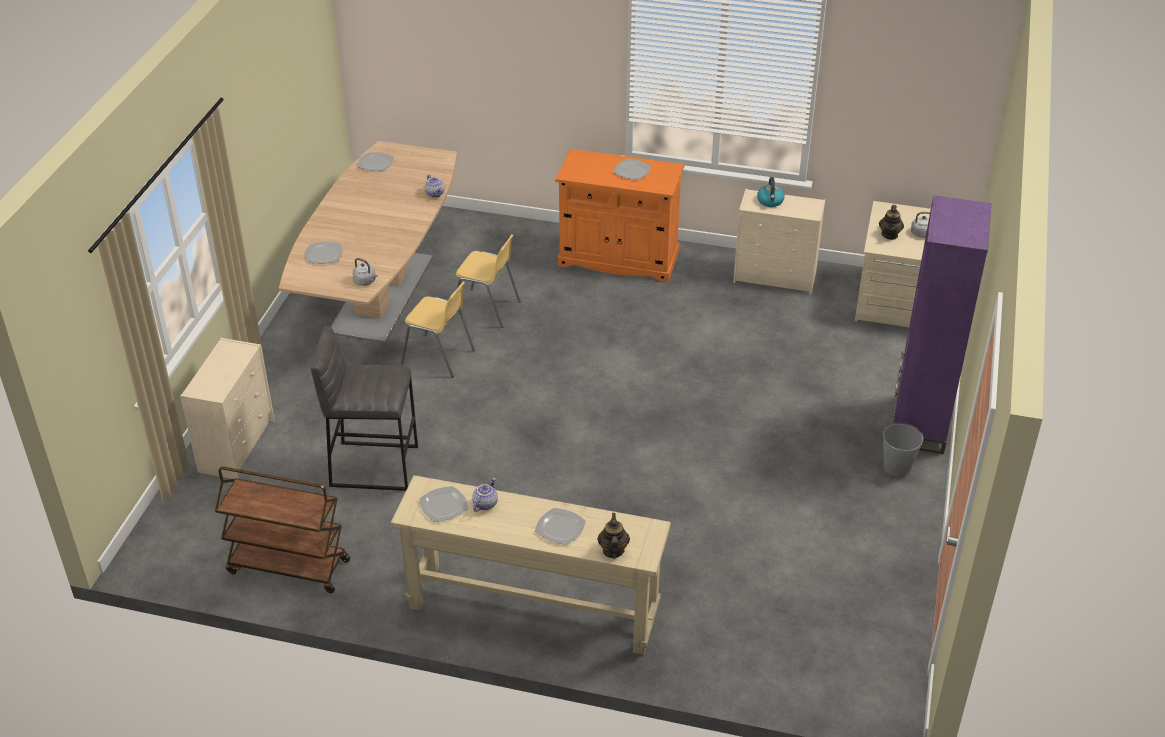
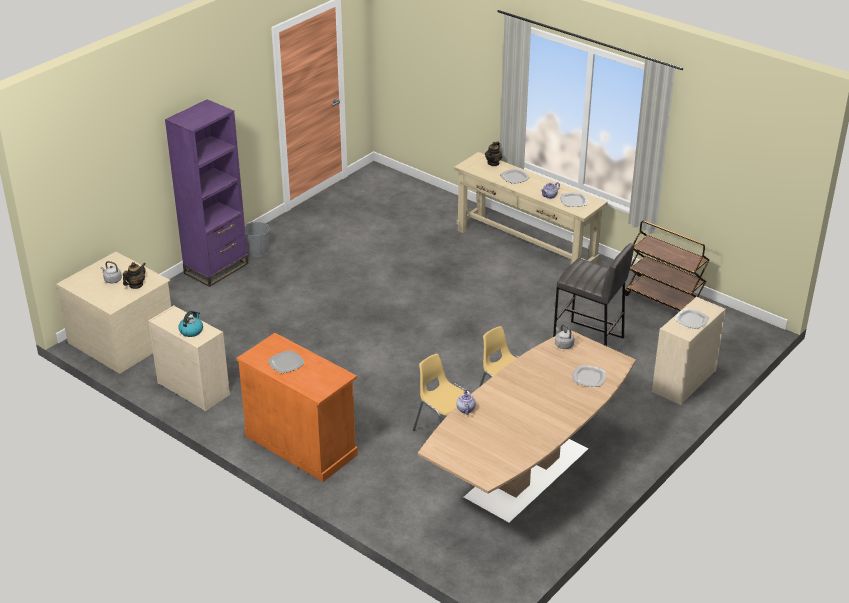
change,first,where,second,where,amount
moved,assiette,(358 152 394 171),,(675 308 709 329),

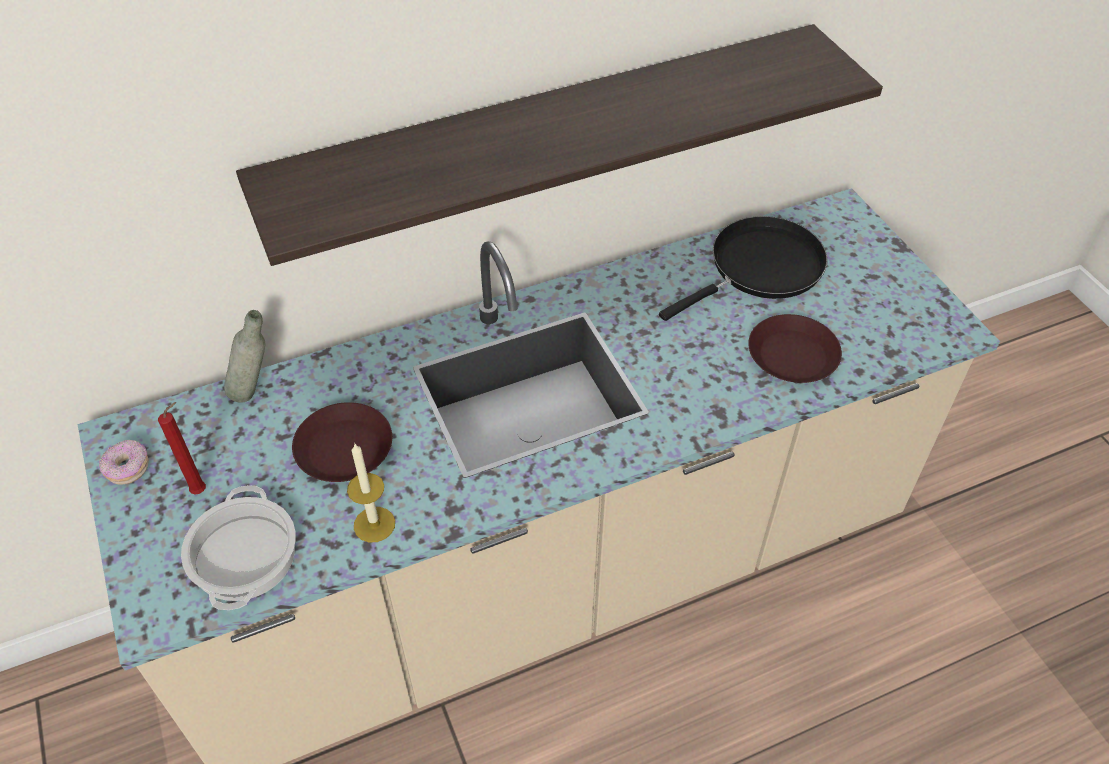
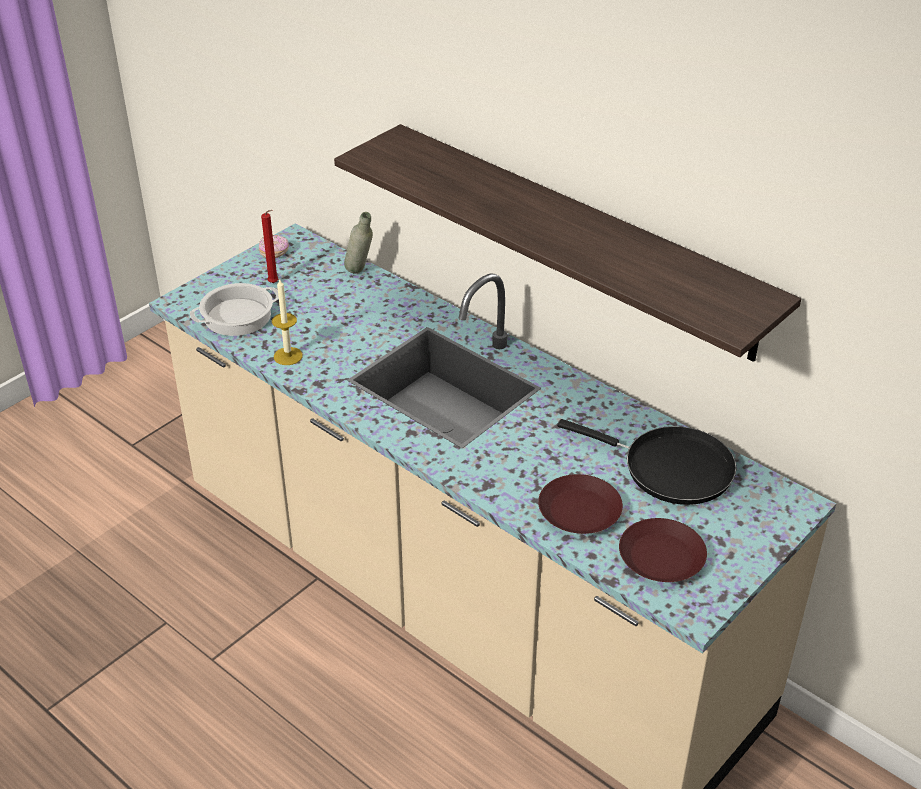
change,first,where,second,where,amount
moved,assiette (marron),(292 402 392 482),,(619 518 707 582),

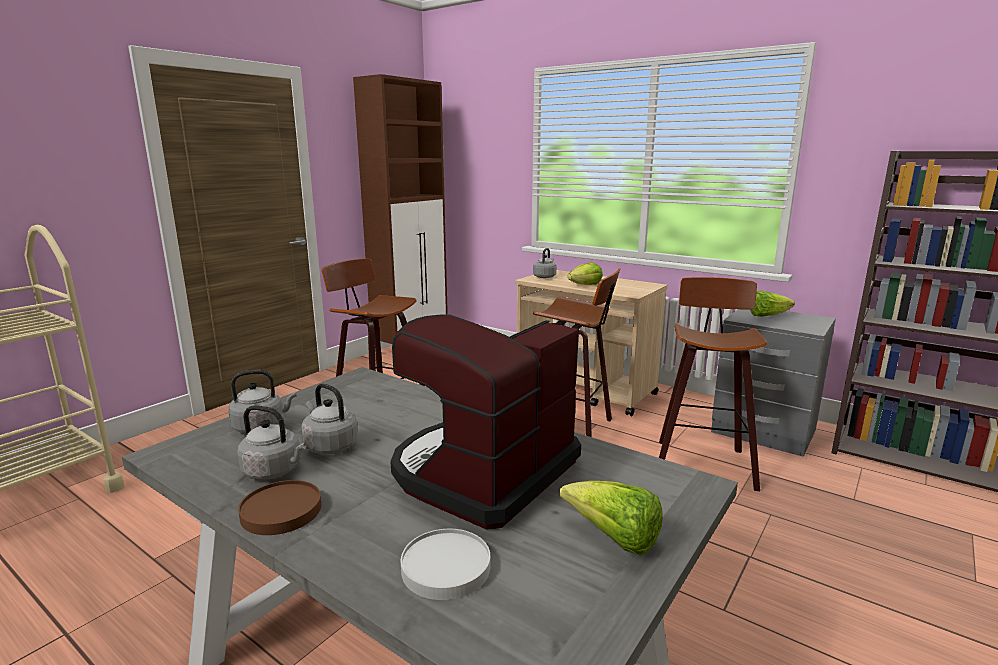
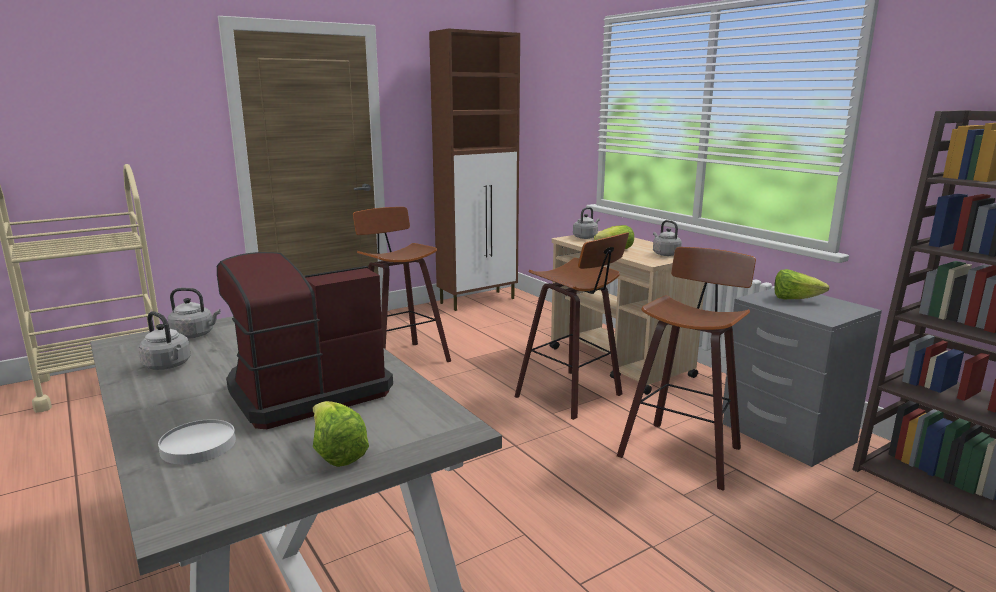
change,first,where,second,where,amount
removed,assiette (marron),(238 480 321 535),,,
moved,bouilloire (gris),(301 383 358 455),,(653 220 682 256),

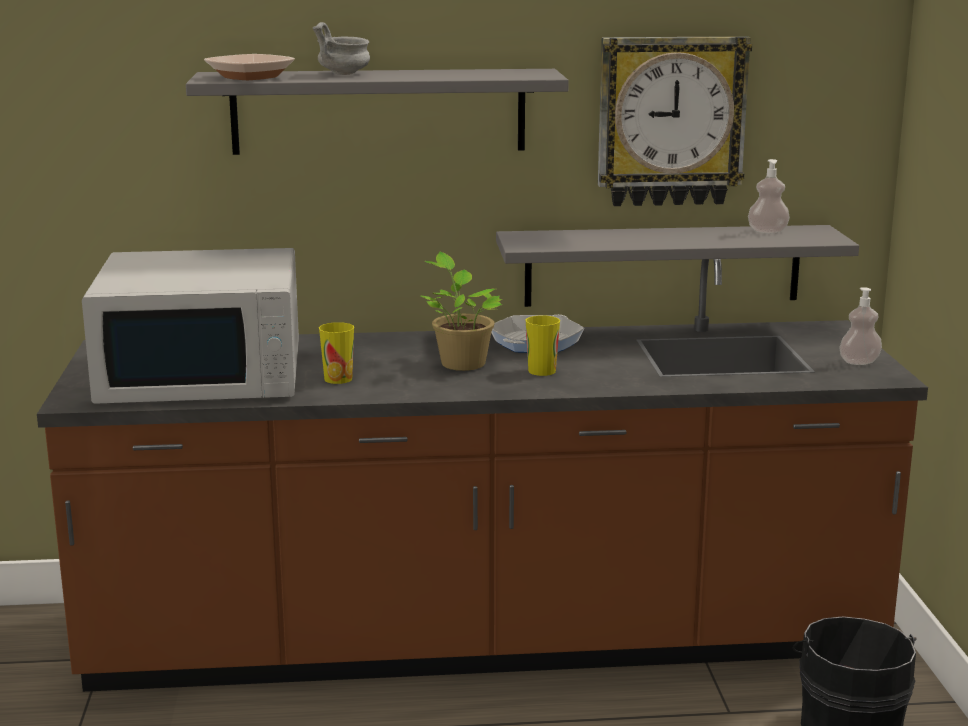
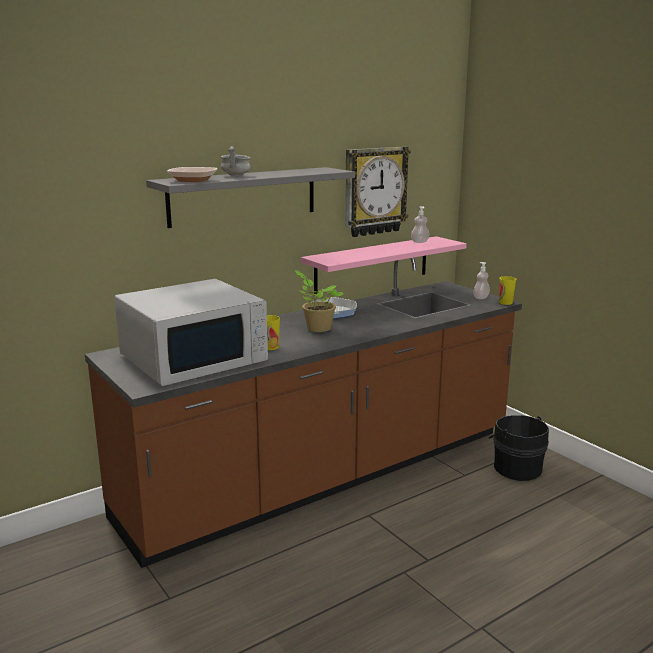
change,first,where,second,where,amount
recoloured,étagère (gris),(496 225 859 307),étagère (rose),(301 236 467 295),
moved,tasse,(525 315 560 376),,(499 276 516 305),

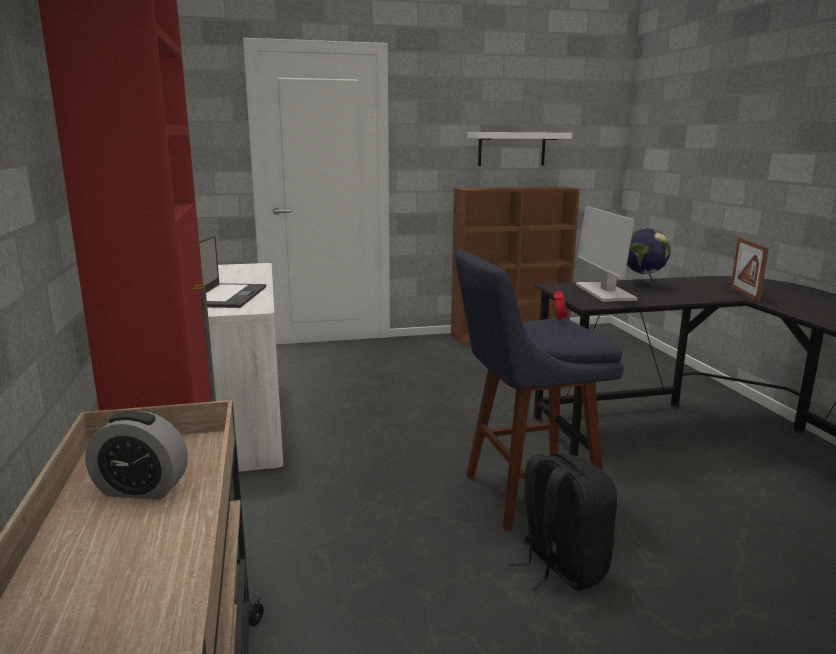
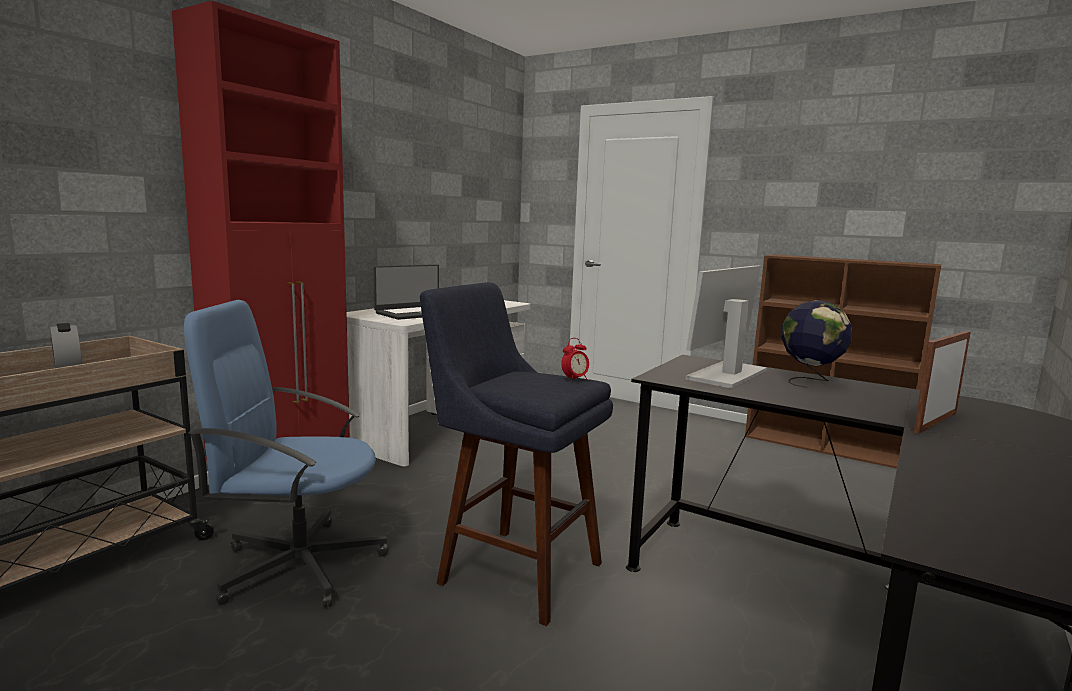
change,first,where,second,where,amount
removed,étagère (blanc),(467 132 572 166),,,
removed,sac à dos (noir),(509 452 617 591),,,
added,,,chaise de bureau (bleu),(184 300 388 608),

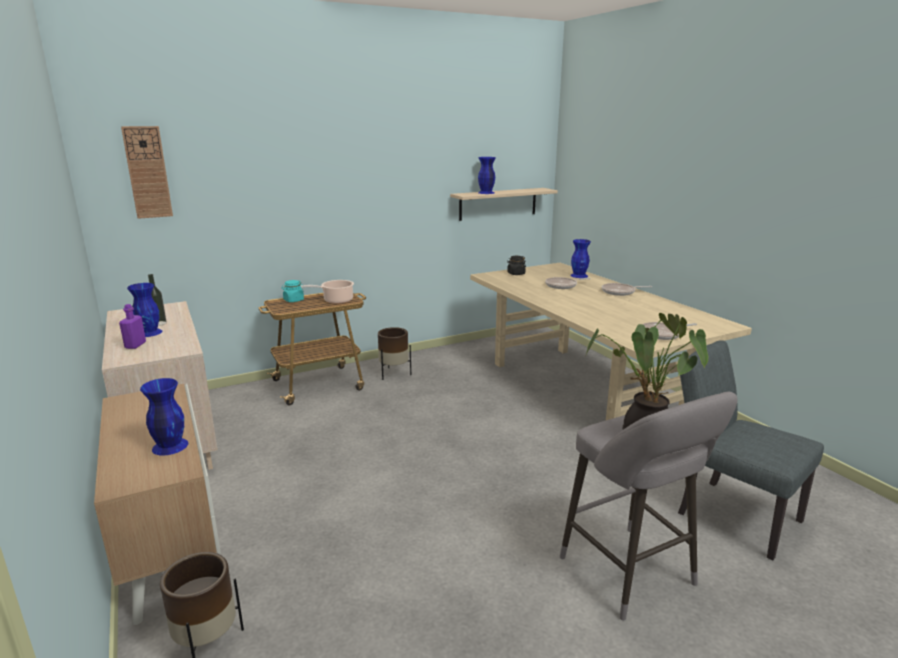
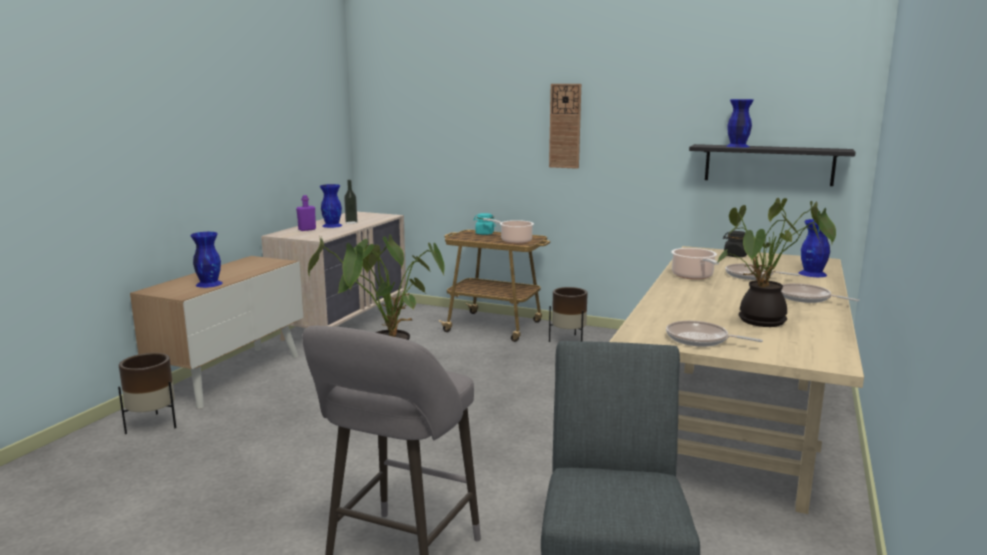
change,first,where,second,where,amount
moved,horloge murale,(121 126 173 219),,(549 84 581 169),
recoloured,étagère (beige),(450 188 558 221),étagère (noir),(689 144 856 186),
added,,,marmite,(671 248 719 280),
added,,,plante en pot,(717 198 836 327),

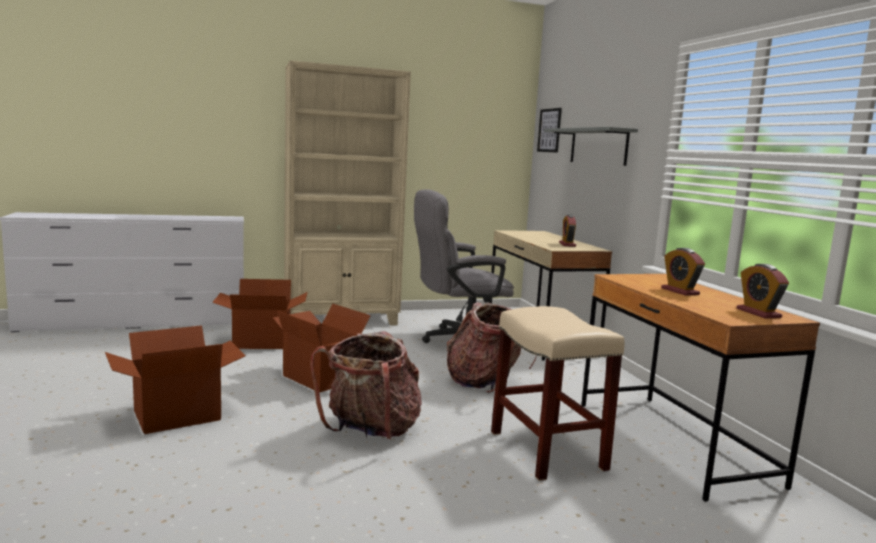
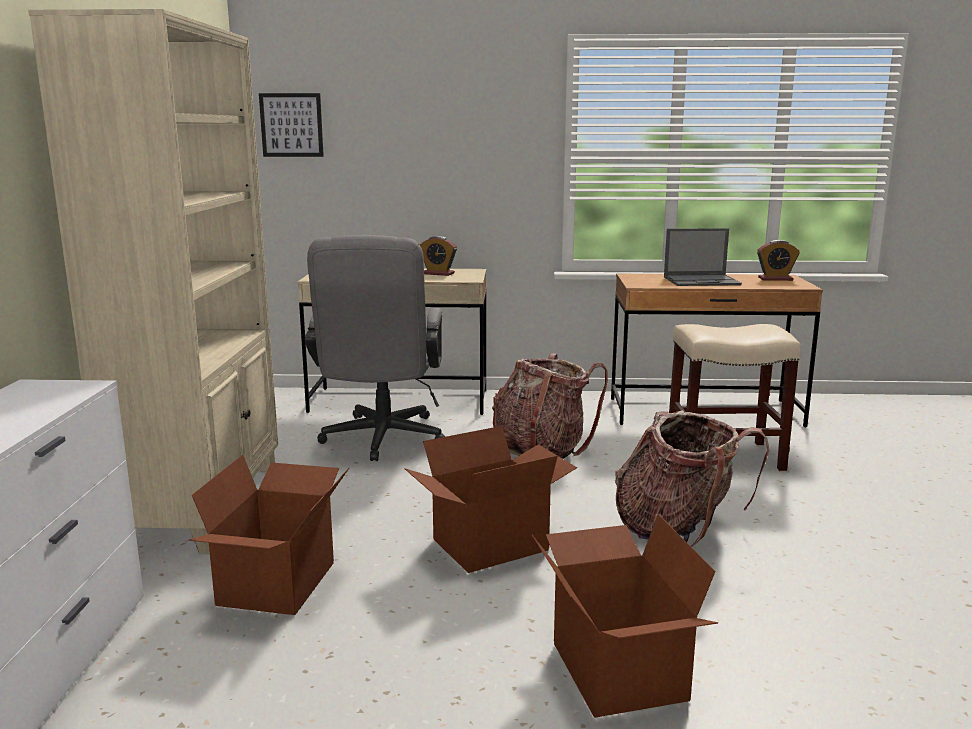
change,first,where,second,where,amount
removed,étagère (gris),(544 127 638 166),,,
replaced,réveil,(661 248 705 296),ordinateur portable,(664 228 742 286),

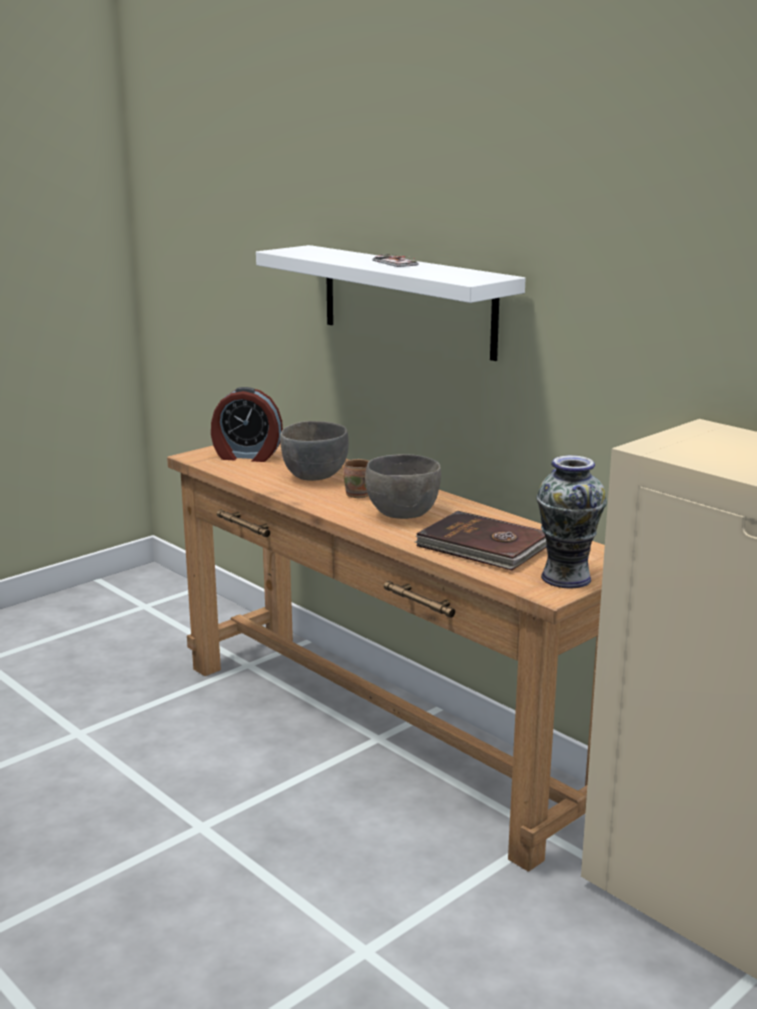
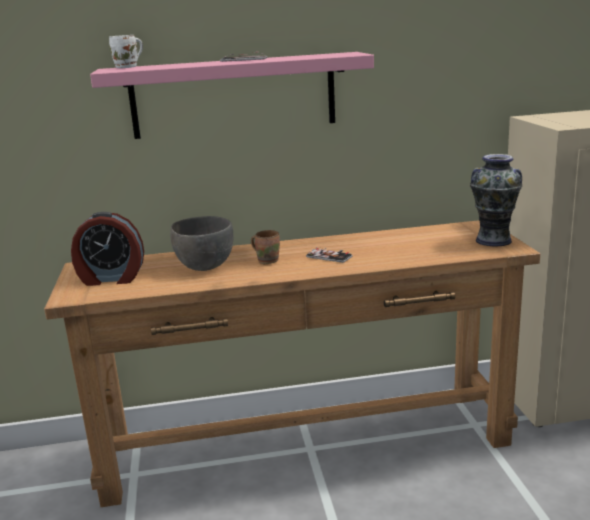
change,first,where,second,where,amount
turned,réveil,(211 387 283 462),,(71 212 144 286),45 degrees clockwise
recoloured,étagère (blanc),(256 245 526 361),étagère (rose),(90 52 374 139),
replaced,bol (gris),(365 454 441 519),téléphone,(306 247 353 263),
removed,livre (marron),(415 511 547 571),,,
added,,,mug (blanc),(109 35 143 68),

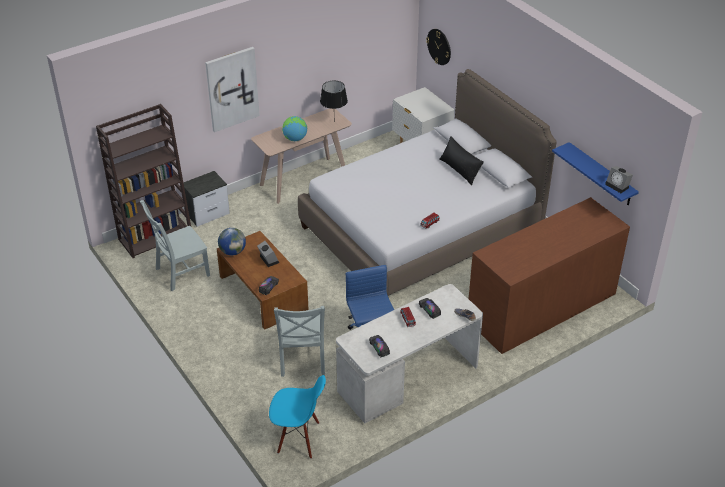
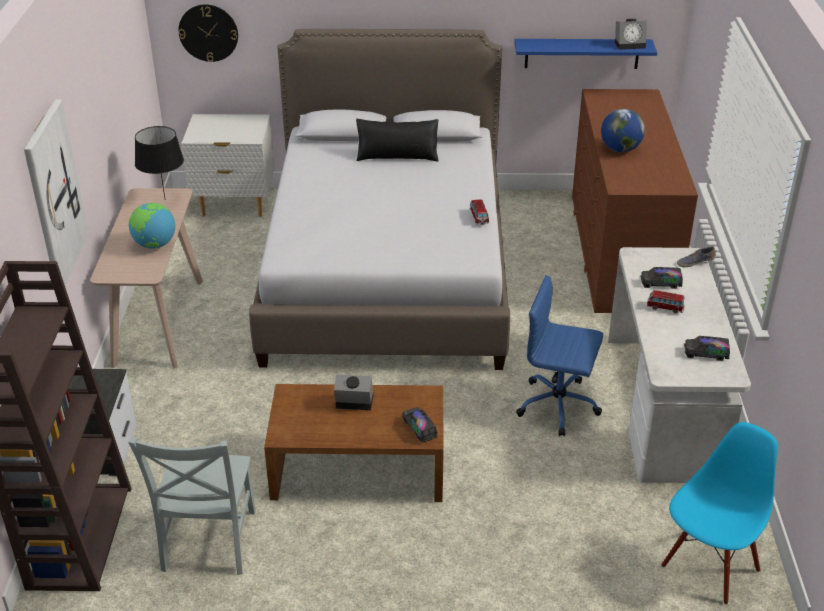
change,first,where,second,where,amount
moved,globe,(218 228 246 255),,(601 109 645 152),
removed,chaise (gris),(274 306 325 377),,,

